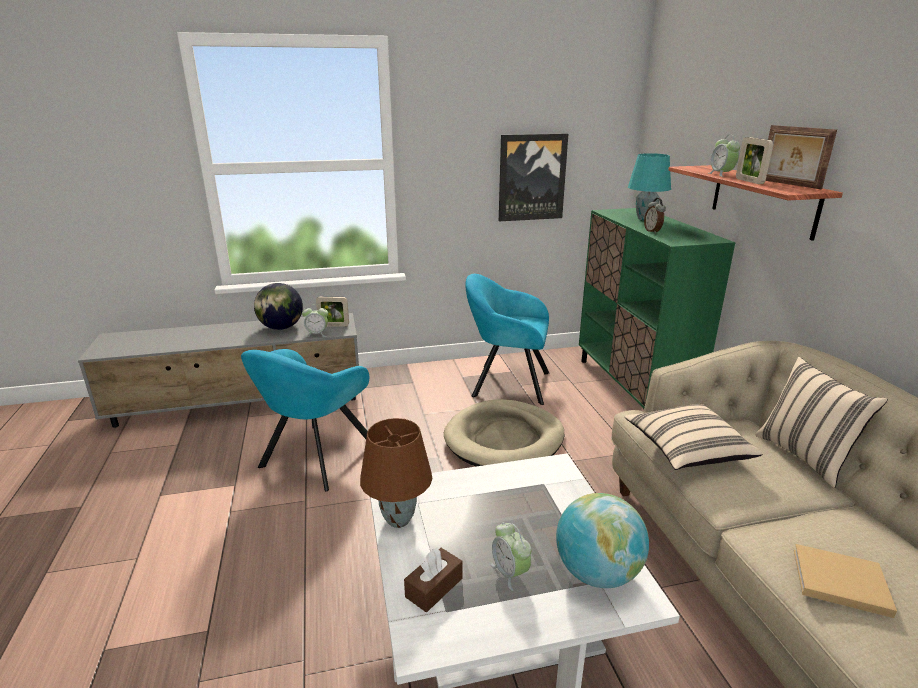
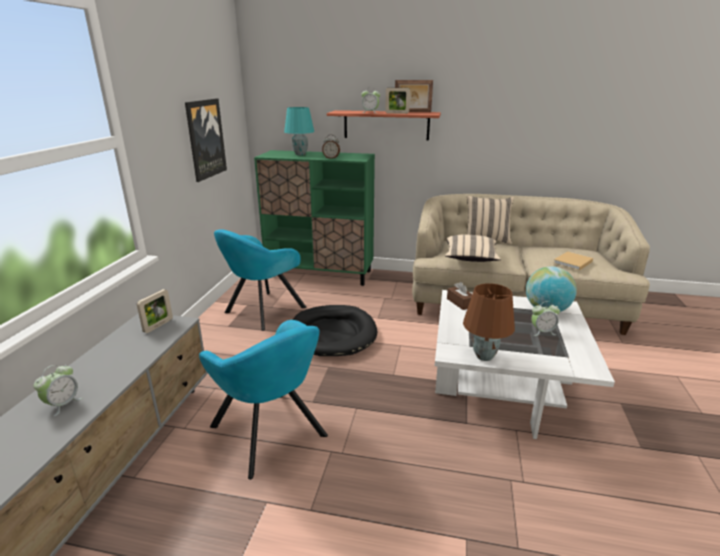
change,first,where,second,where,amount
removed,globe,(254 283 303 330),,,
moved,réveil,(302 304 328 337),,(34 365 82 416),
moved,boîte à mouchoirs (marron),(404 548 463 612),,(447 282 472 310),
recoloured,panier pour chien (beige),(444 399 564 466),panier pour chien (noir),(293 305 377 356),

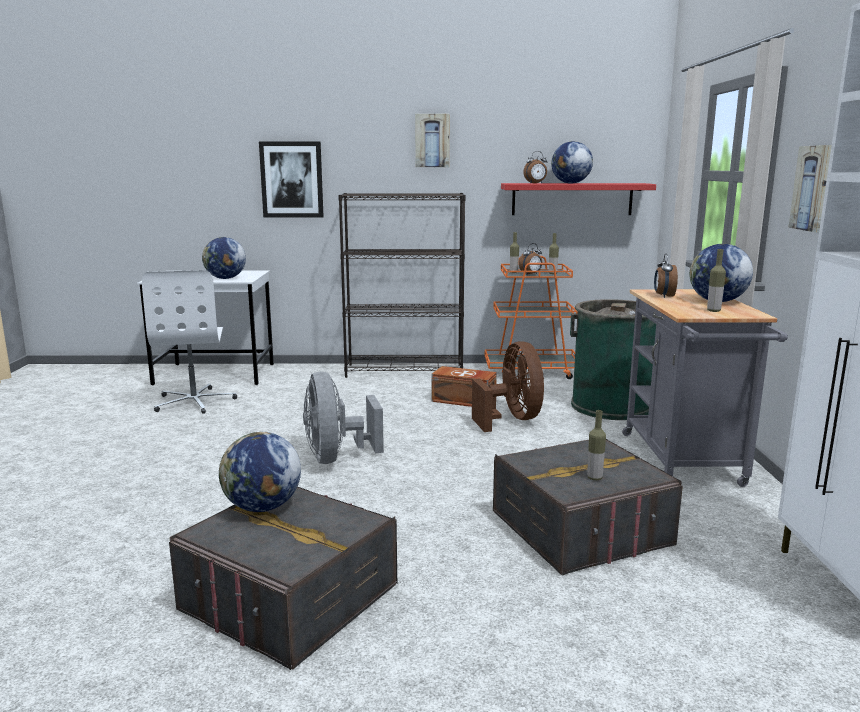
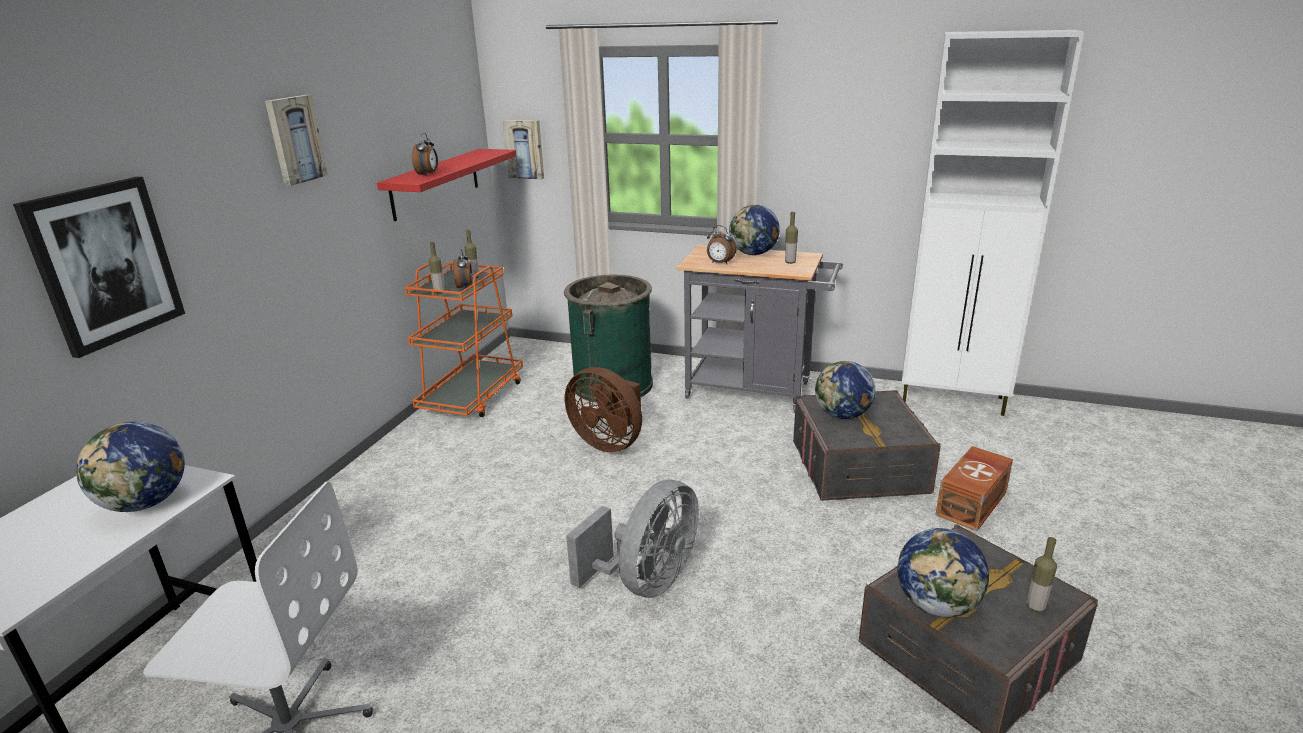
change,first,where,second,where,amount
turned,ventilateur (gris),(303 372 384 464),,(566 479 699 598),60 degrees counterclockwise
removed,bibliothèque (noir),(338 193 466 378),,,
moved,boîte de rangement (marron),(432 366 497 407),,(936 446 1013 531),
turned,ventilateur (marron),(472 341 544 432),,(565 367 642 453),150 degrees counterclockwise
moved,globe,(551 141 593 184),,(815 361 876 419),
moved,bouteille,(587 410 606 480),,(1026 537 1057 612),
moved,tableau,(788 145 832 233),,(503 120 544 179),

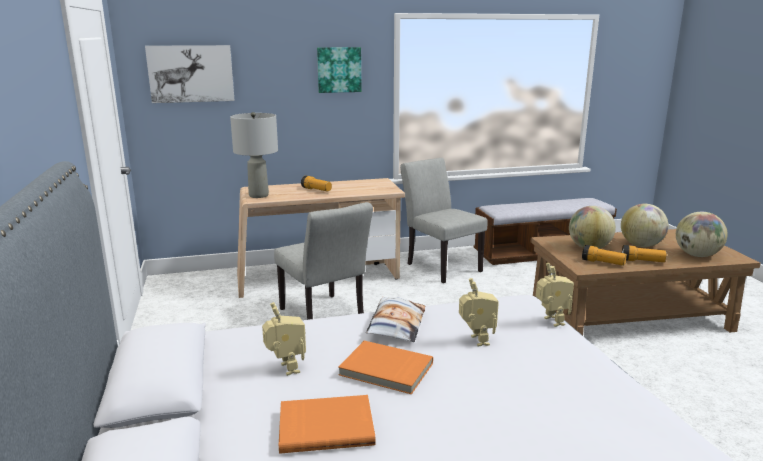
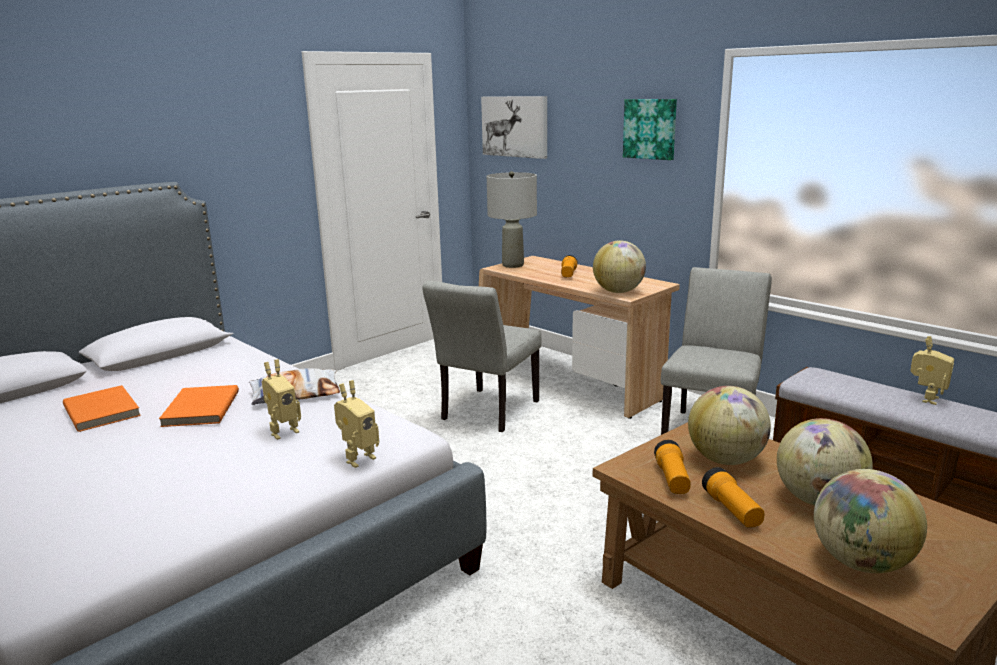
change,first,where,second,where,amount
moved,robot jouet,(262 302 306 376),,(910 336 954 405),
added,,,globe,(593 240 646 293),

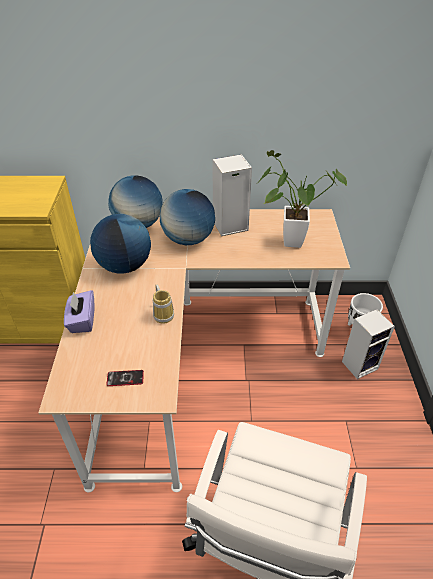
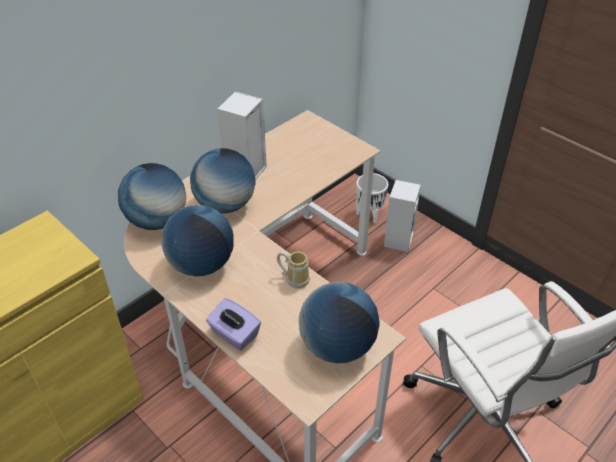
change,first,where,second,where,amount
replaced,téléphone,(106 370 144 386),globe,(299 282 380 363),
removed,plante en pot,(259 150 347 248),,,

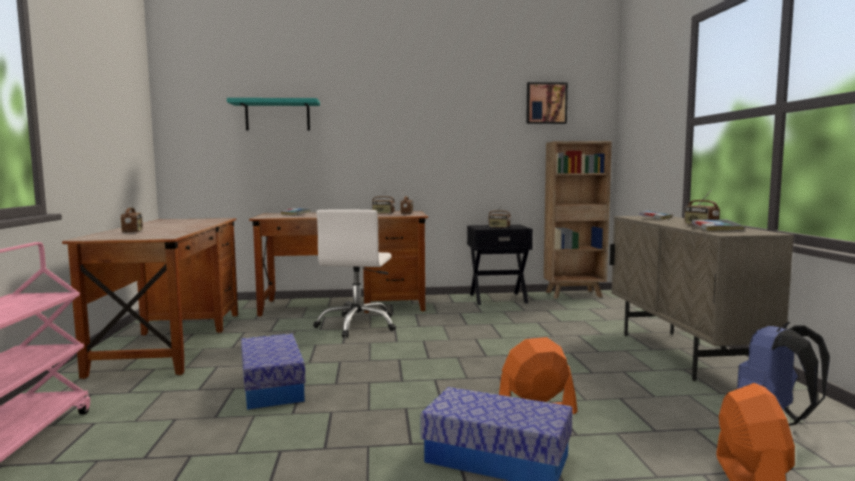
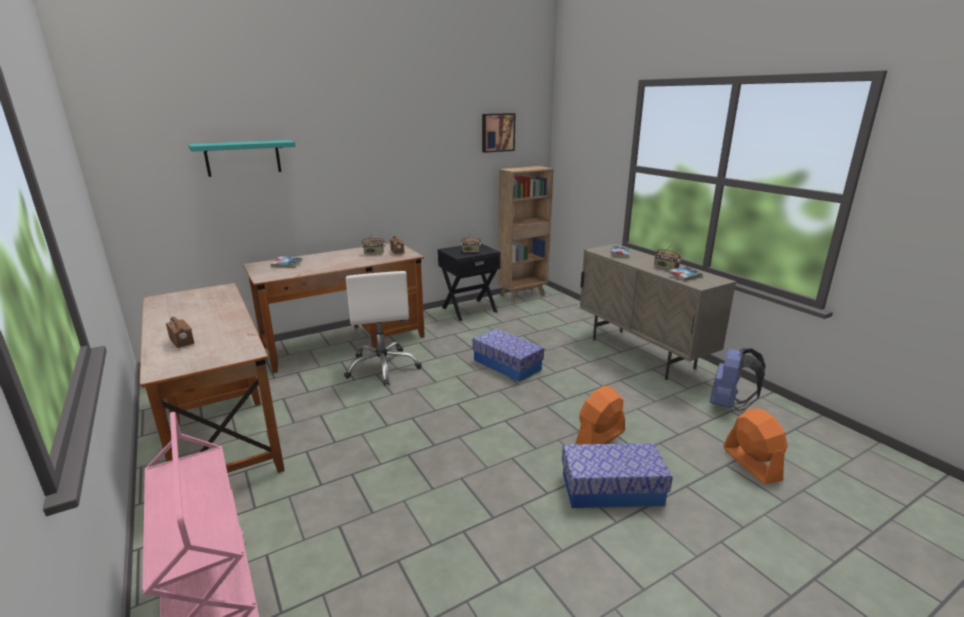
change,first,where,second,where,amount
moved,boîte de rangement,(241 333 306 410),,(472 328 544 382),

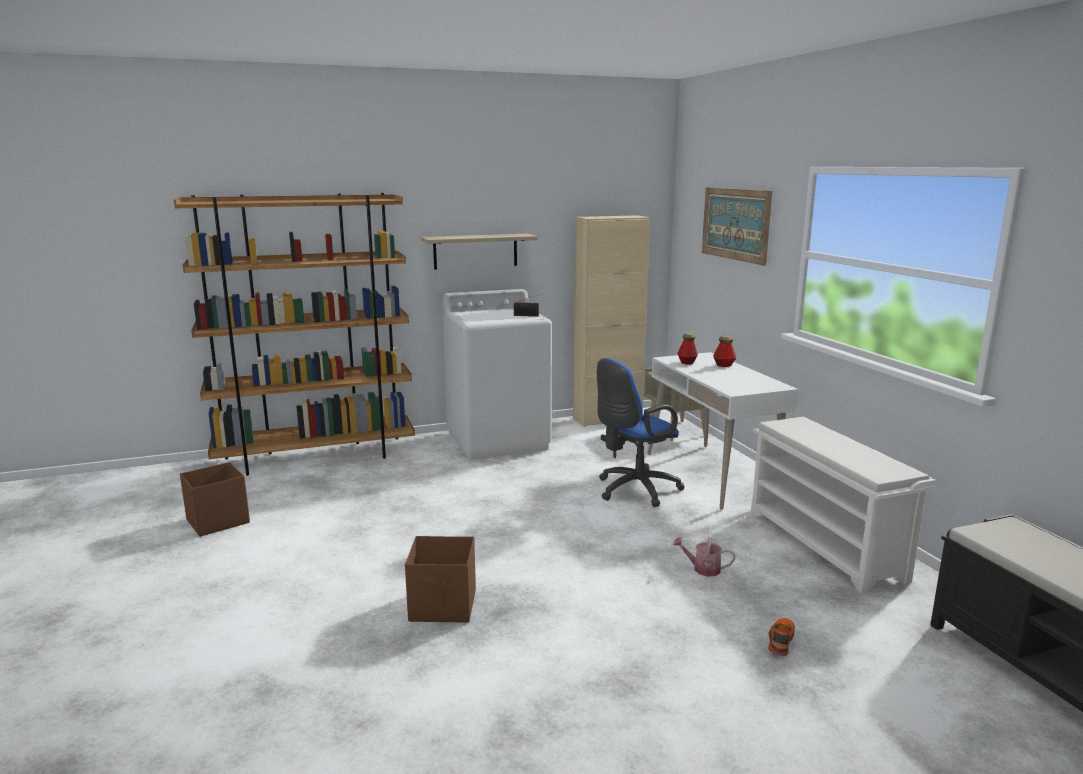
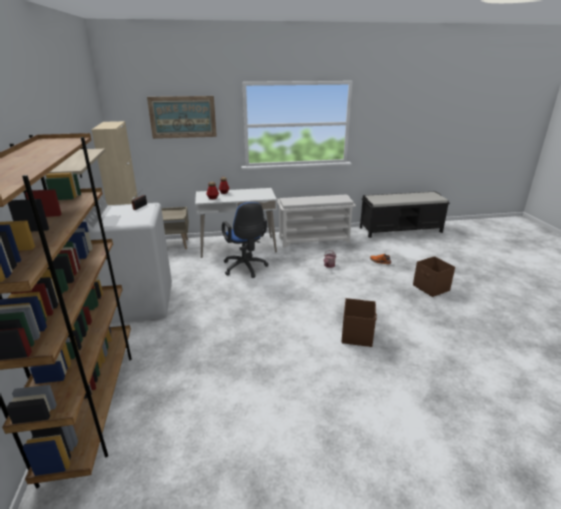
change,first,where,second,where,amount
moved,boîte de rangement (marron),(180 462 250 537),,(413 256 455 297),

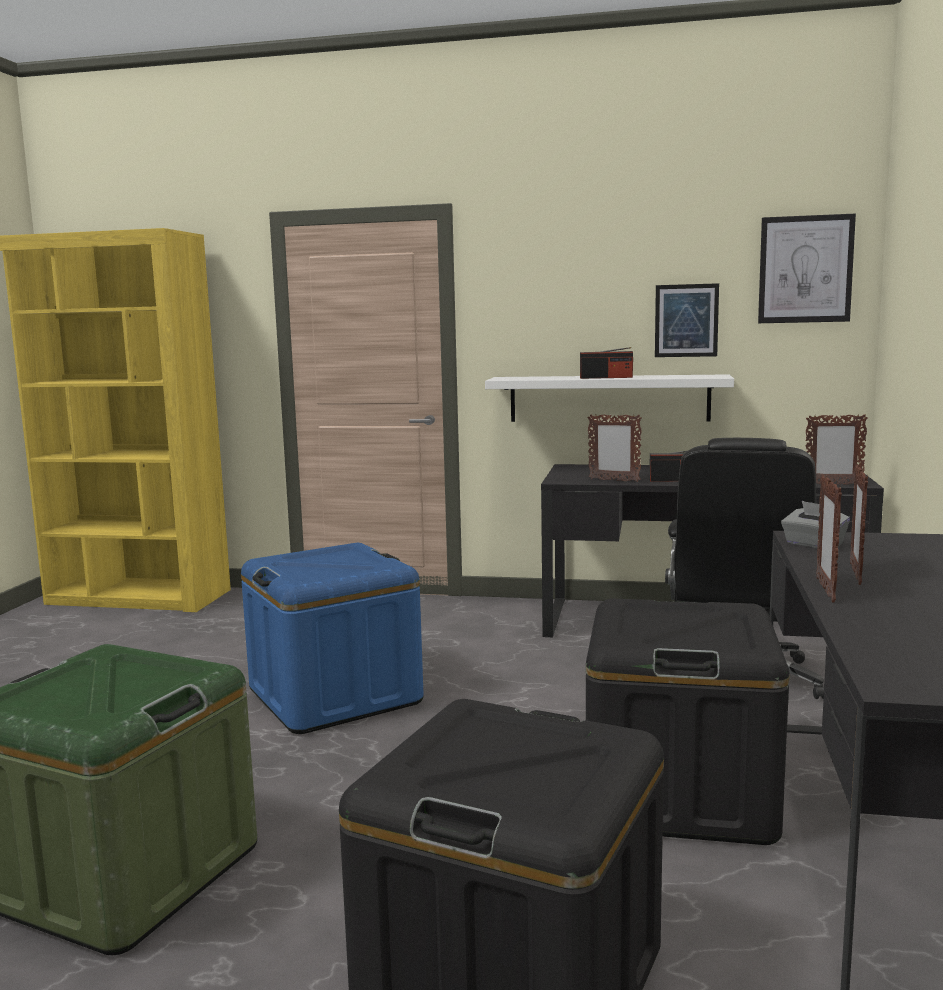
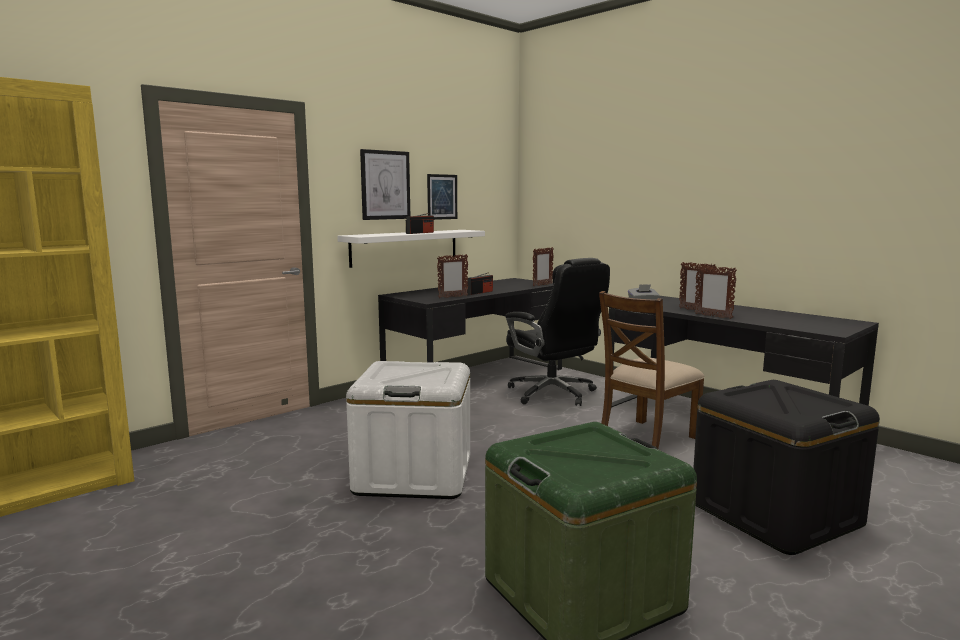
change,first,where,second,where,amount
recoloured,boîte de rangement (bleu),(241 543 424 734),boîte de rangement (blanc),(346 361 470 499),
replaced,boîte de rangement (noir),(586 599 789 845),chaise (marron),(599 291 705 448),
moved,tableau,(758 213 856 323),,(360 149 410 220),

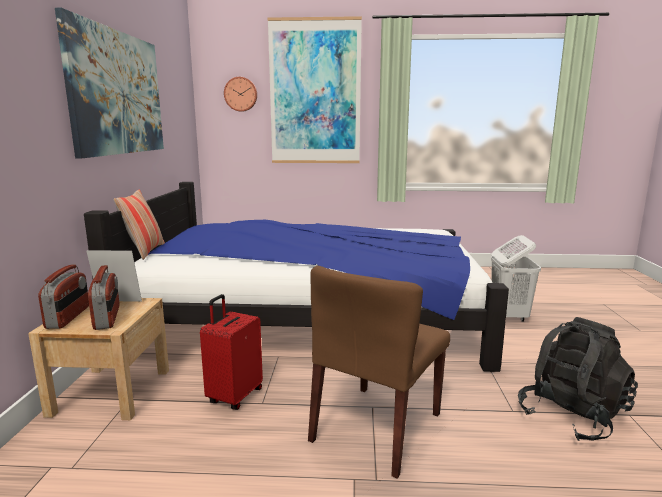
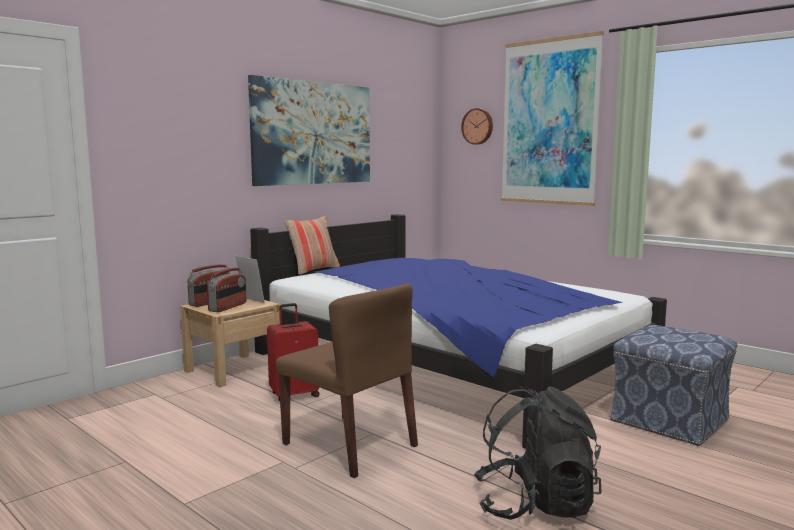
change,first,where,second,where,amount
turned,chaise (marron),(308 266 450 479),,(276 283 418 478),120 degrees counterclockwise
replaced,panier à linge (blanc),(491 235 541 322),pouf,(610 325 737 446),

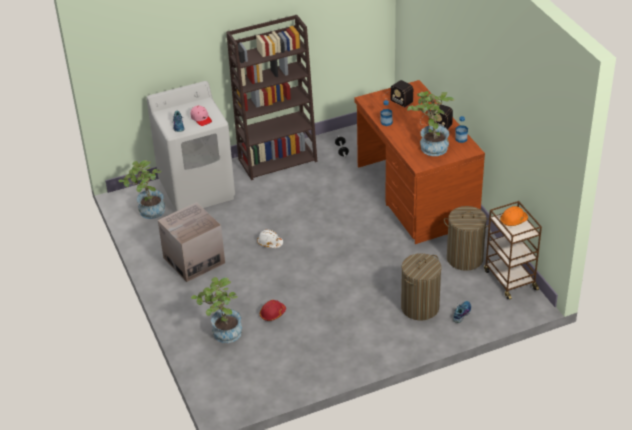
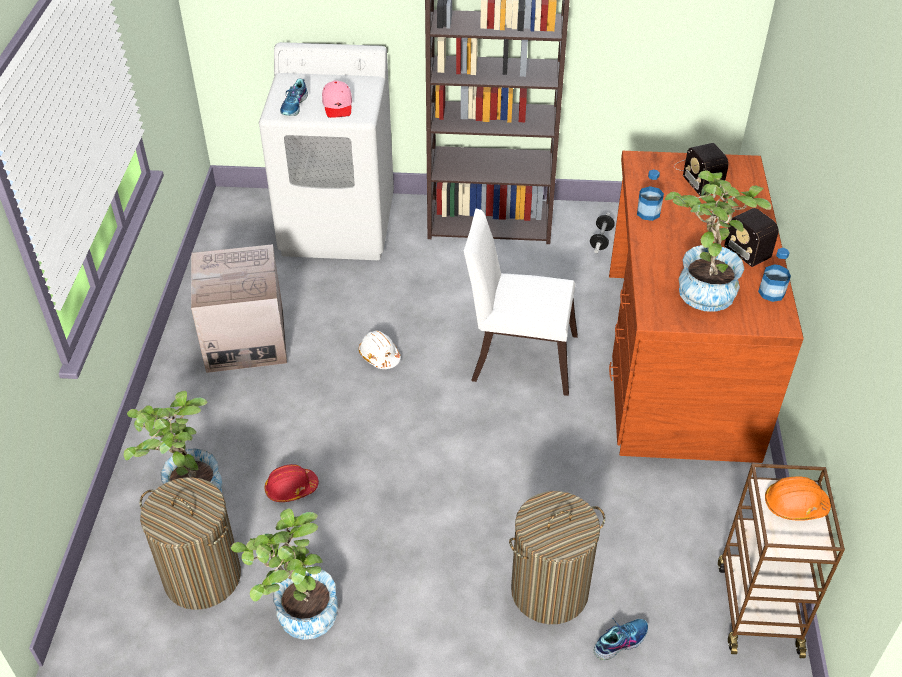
change,first,where,second,where,amount
moved,plante en pot,(118 160 165 219),,(231 509 338 640),
moved,panier à linge,(444 206 489 271),,(139 477 241 610),
added,,,chaise (blanc),(464 209 578 396),

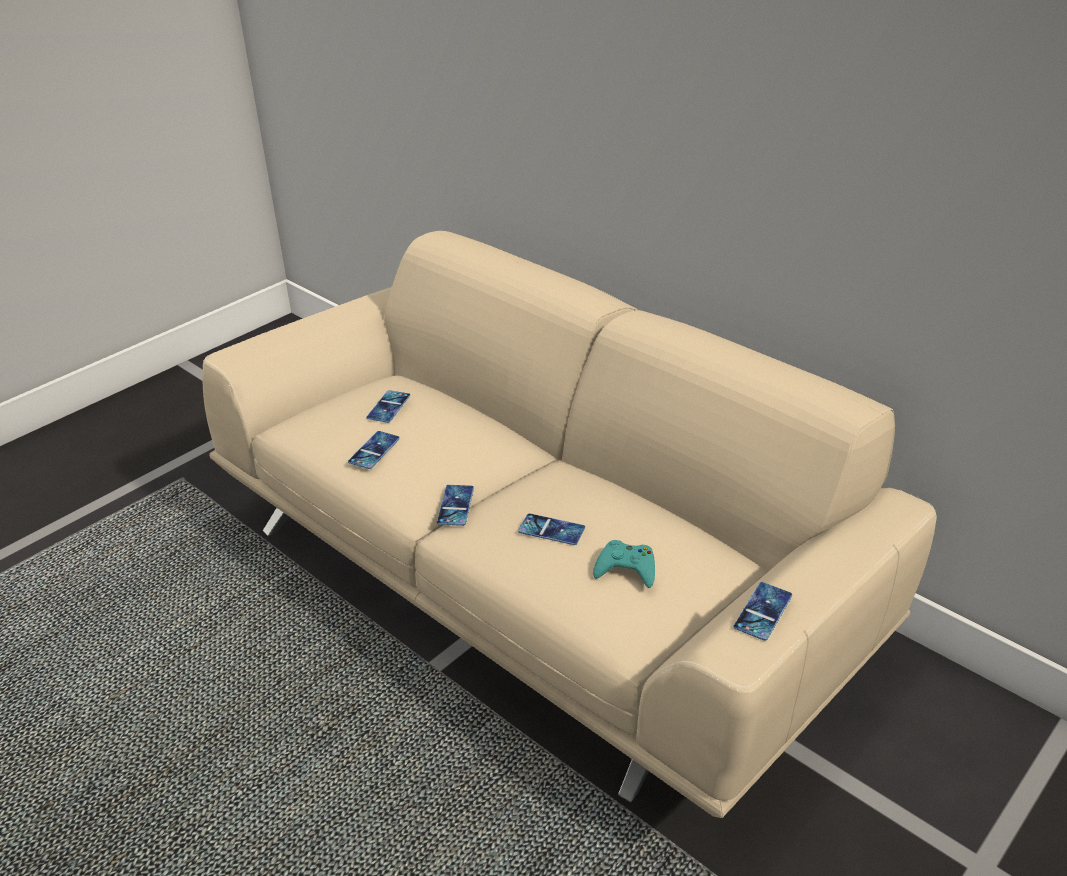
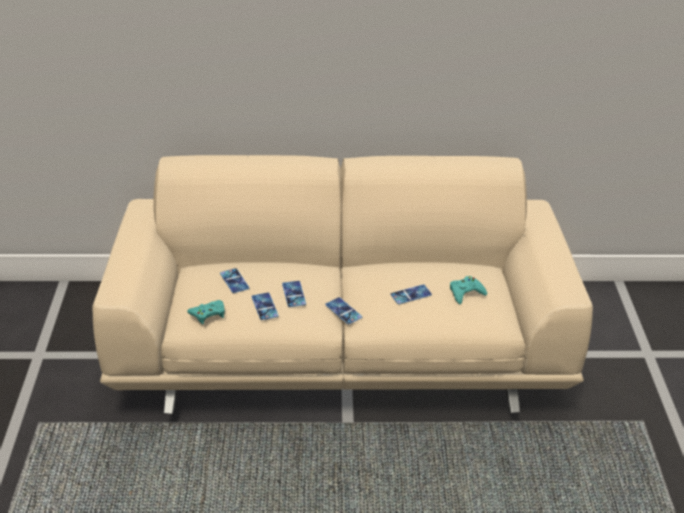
change,first,where,second,where,amount
moved,téléphone,(734 582 792 641),,(282 281 306 307),
added,,,manette (turquoise),(187 300 225 324),

